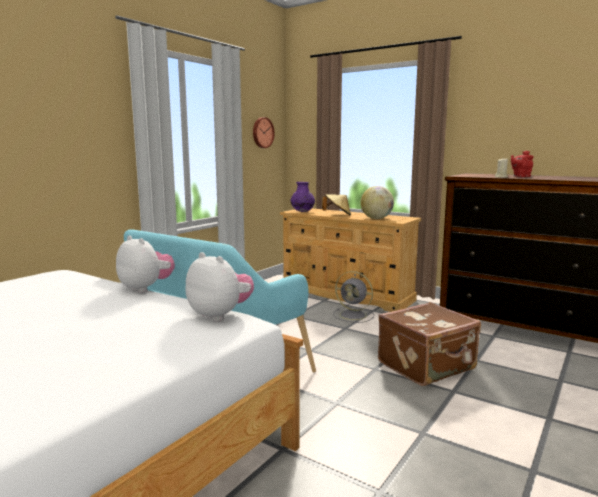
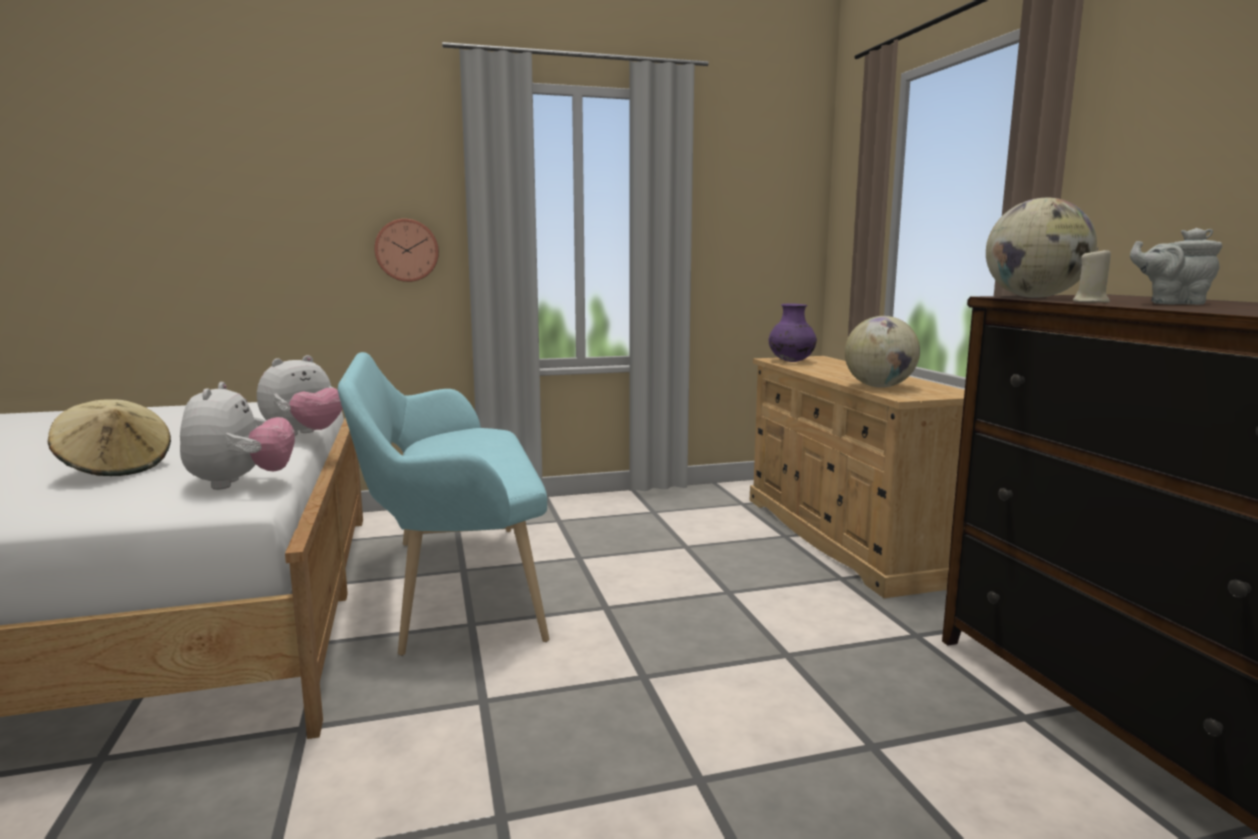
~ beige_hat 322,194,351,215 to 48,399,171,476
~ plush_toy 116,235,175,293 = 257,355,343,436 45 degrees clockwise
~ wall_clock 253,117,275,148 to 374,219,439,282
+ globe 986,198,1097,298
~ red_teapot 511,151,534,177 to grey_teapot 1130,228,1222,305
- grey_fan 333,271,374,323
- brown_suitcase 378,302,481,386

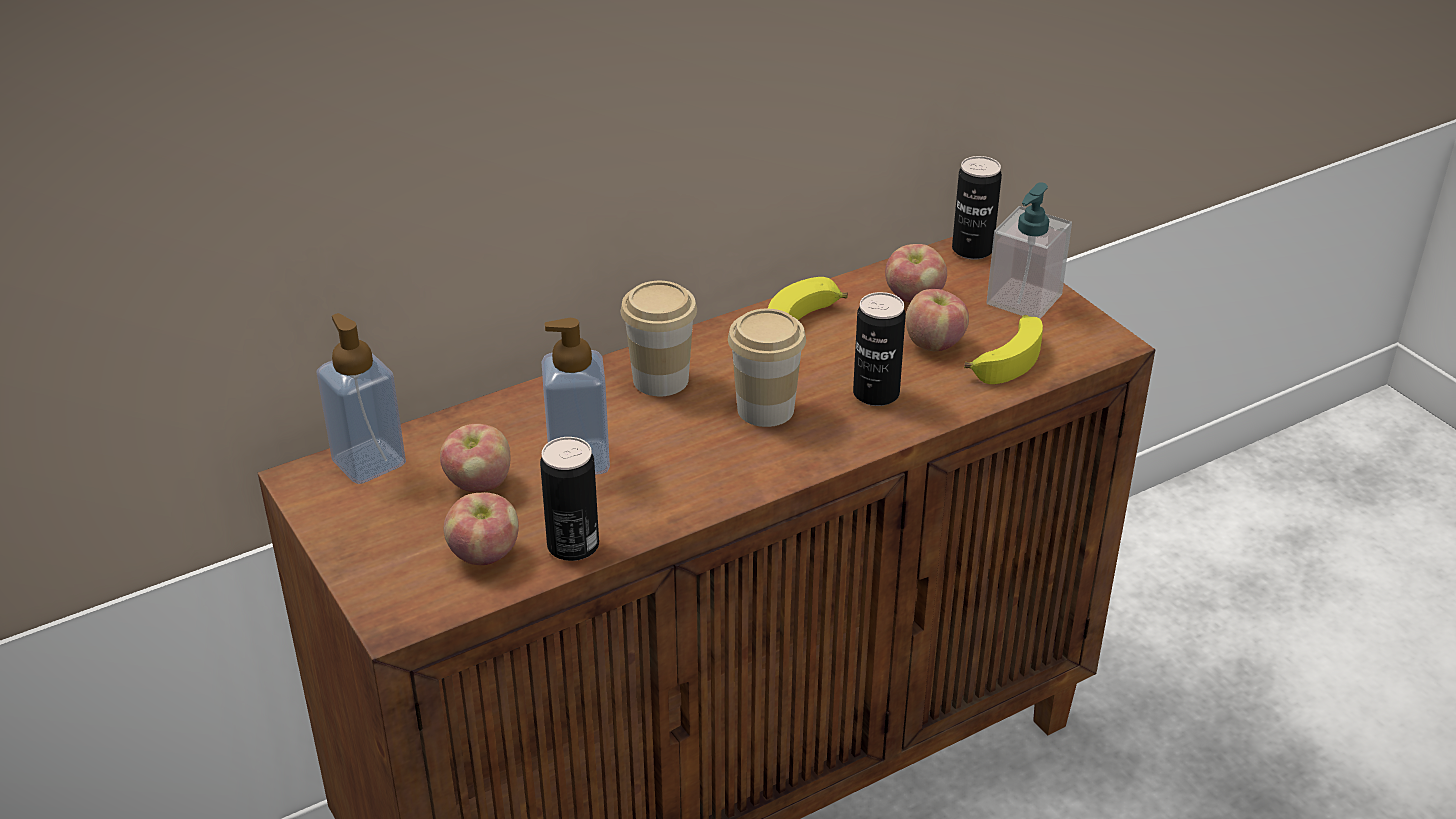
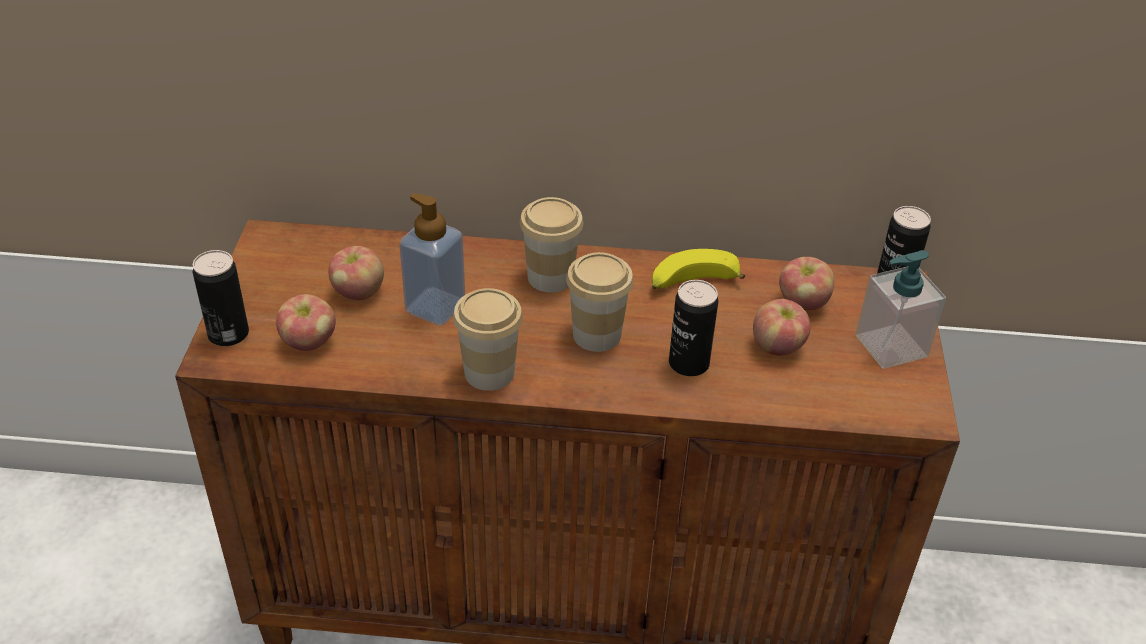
~ can 540,437,599,561 to 193,250,249,346
+ cup 453,288,523,391
- soap_dispenser 316,313,406,484
- banana 964,315,1043,384

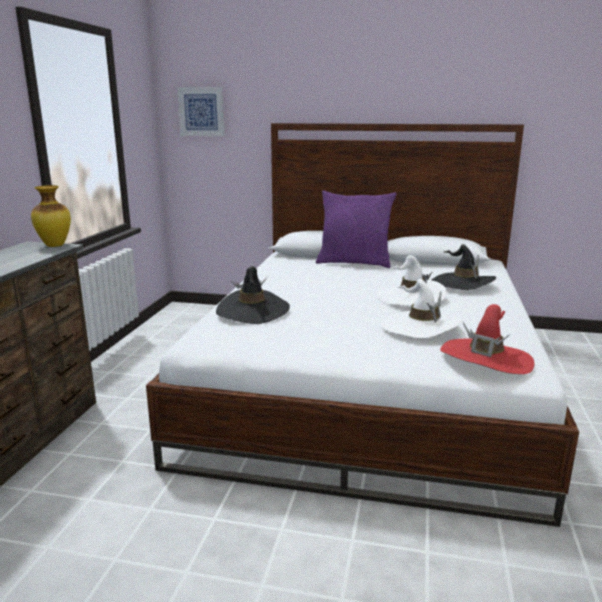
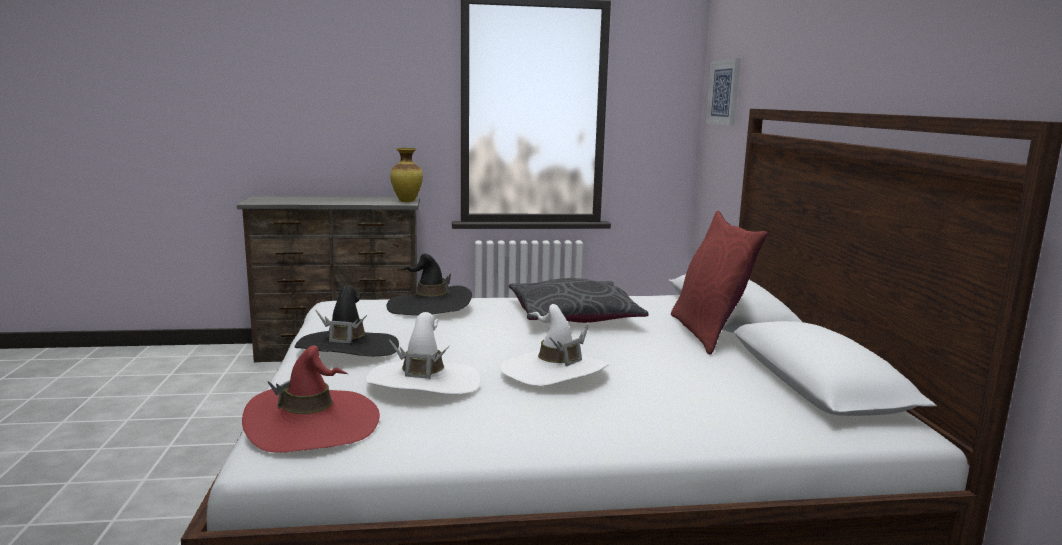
~ black_hat 432,244,496,290 to 294,285,399,356
+ grey_pillow 509,278,649,323
~ purple_pillow 316,190,396,268 to red_pillow 671,211,768,354

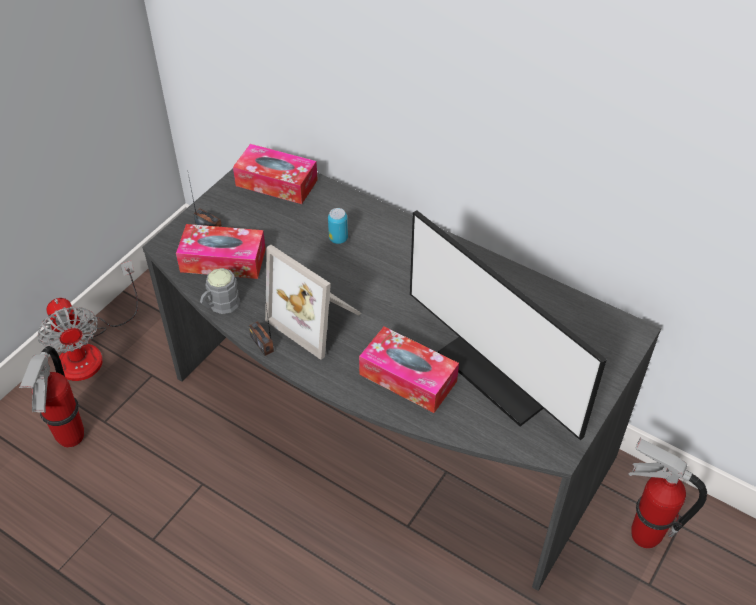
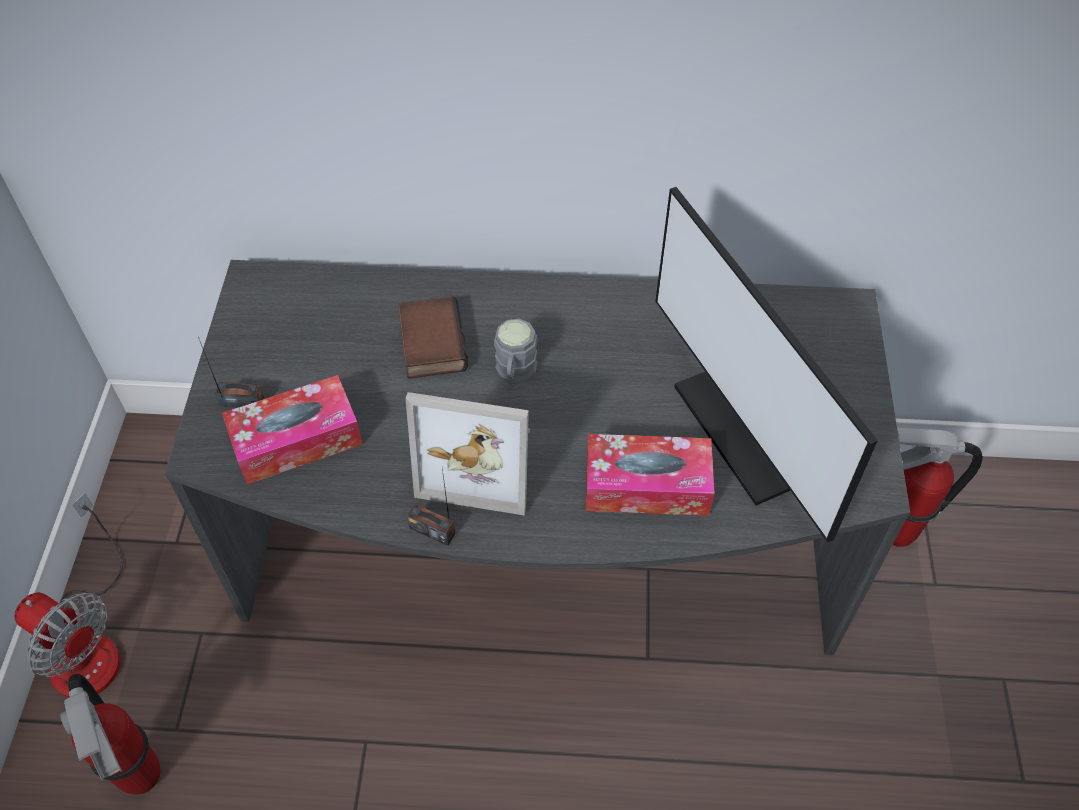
~ can 328,208,348,244 to book 398,296,468,379
~ grey_mug 200,268,240,314 to 494,319,538,382
~ monitor 410,210,607,440 = 655,187,878,542 45 degrees clockwise
- tissue_box 233,144,318,204

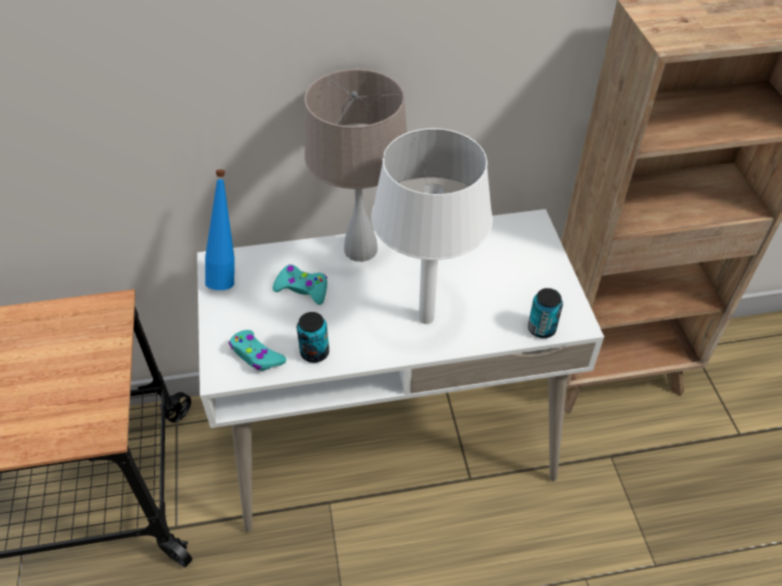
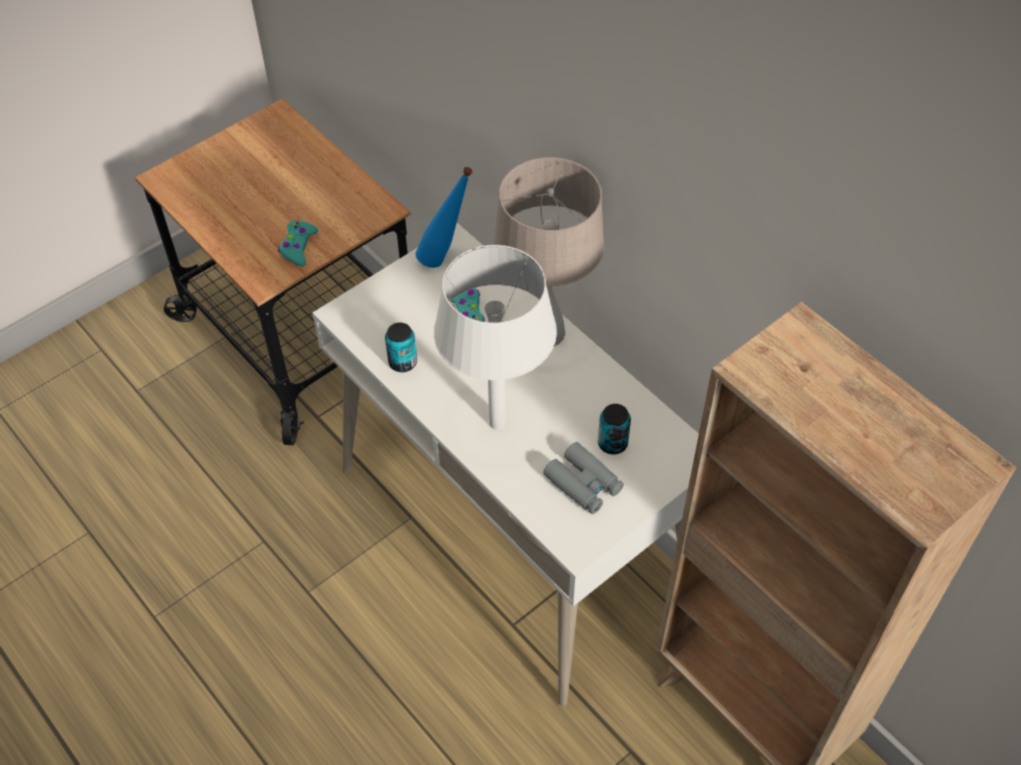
~ turquoise_game_controller 229,330,286,371 to 278,220,318,267
+ grey_binoculars 543,442,624,514
~ can 528,288,563,338 to 598,404,631,454

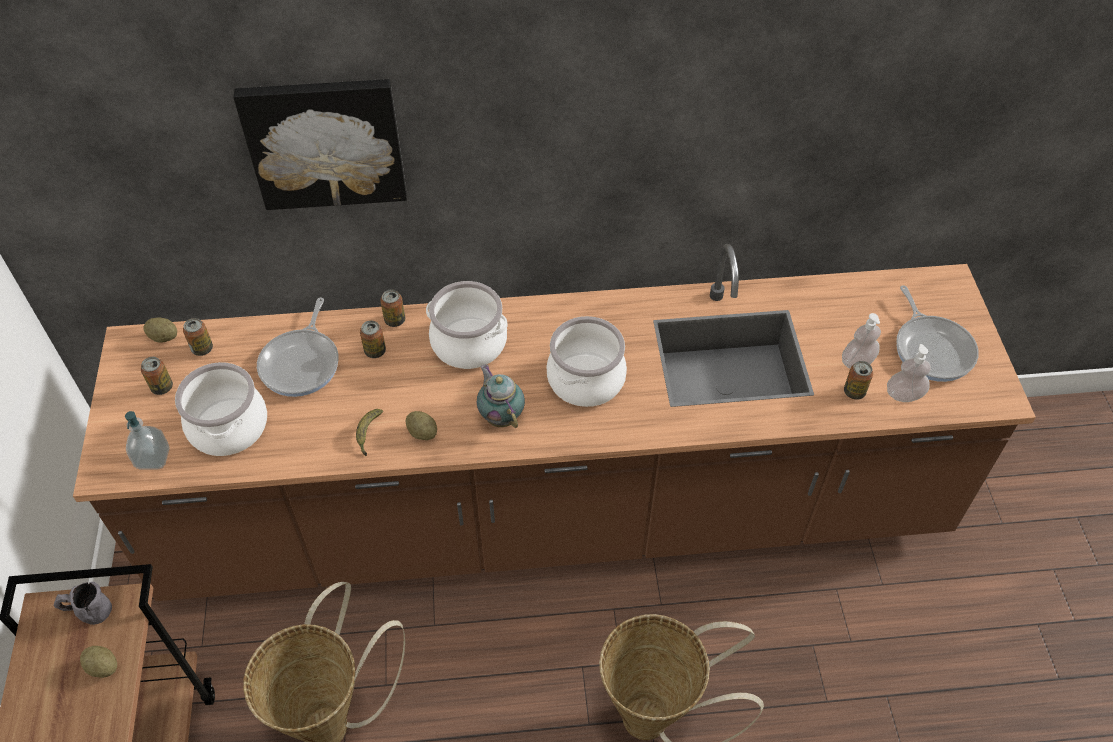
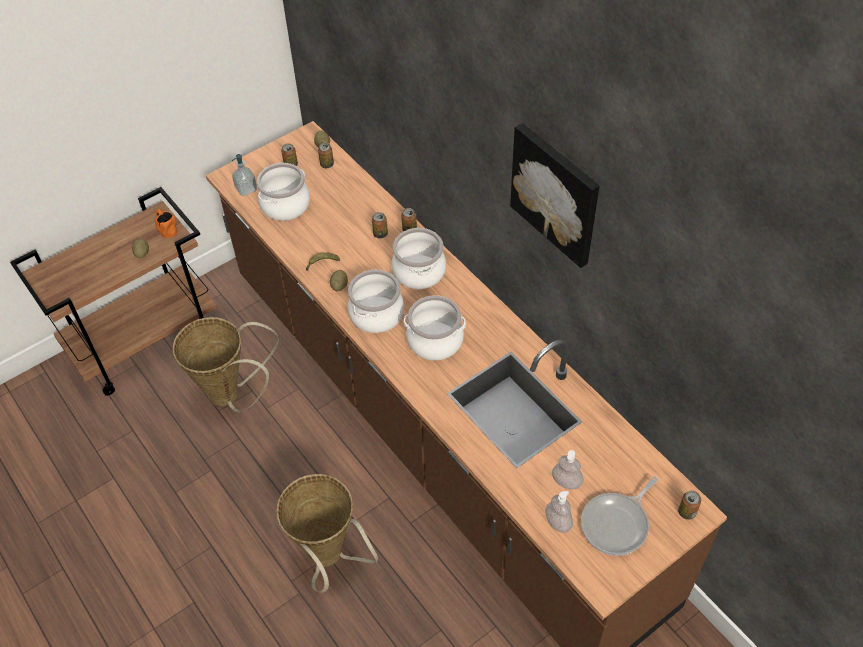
~ grey_mug 54,582,112,625 to orange_mug 155,209,177,238
~ teapot 477,364,525,428 to cooking_pot 348,270,404,333
~ picture 233,79,407,210 to 510,123,600,268
~ can 844,361,873,400 to 678,491,701,520
- frying_pan 257,298,339,397

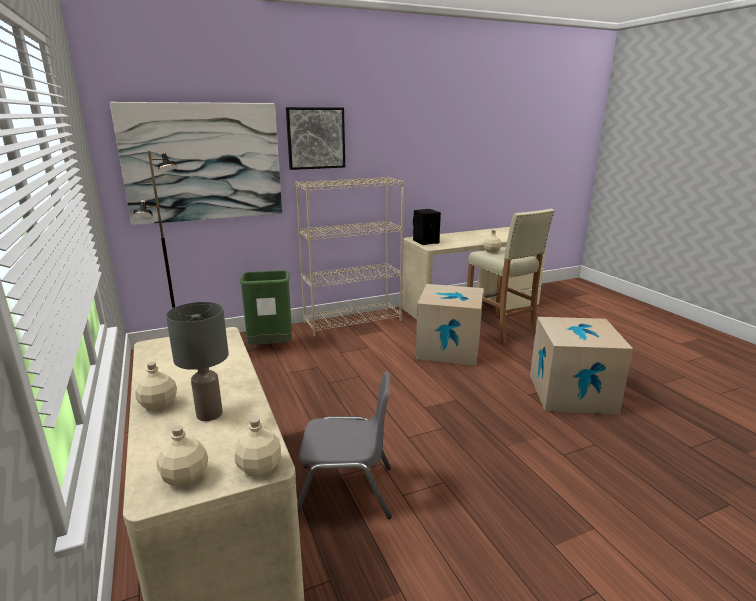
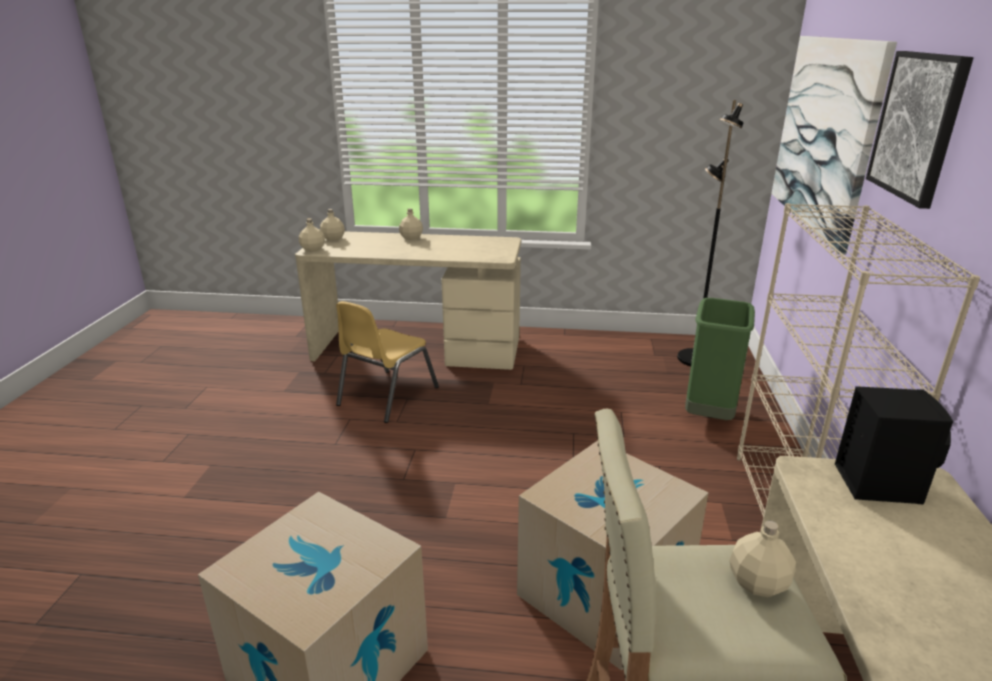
~ grey_chair 297,372,392,519 to yellow_chair 336,301,439,423
- grey_table_lamp 166,302,229,421

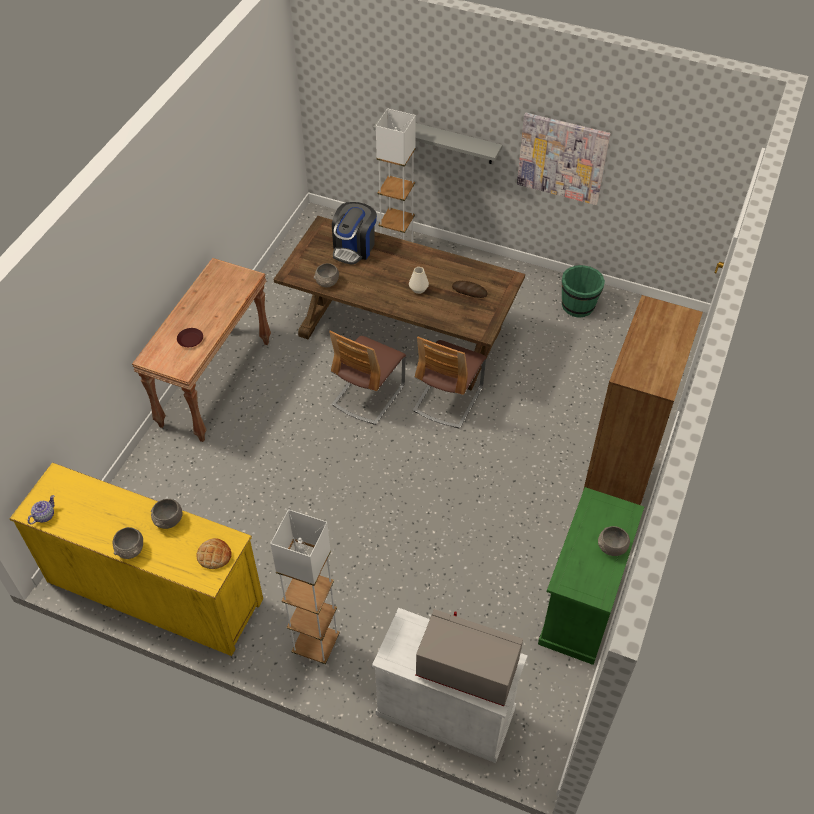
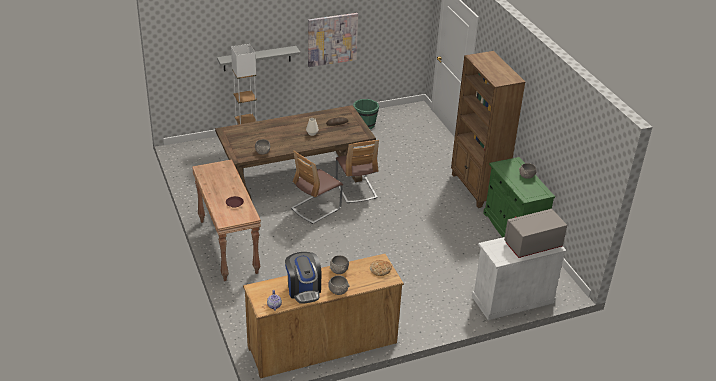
~ yellow_dresser 10,462,263,656 to brown_dresser 243,254,404,378
~ coffee_machine 332,202,377,265 to 285,252,321,304
~ chair 329,331,406,425 = 291,151,343,224 60 degrees clockwise
- white_floor_lamp 270,509,340,665

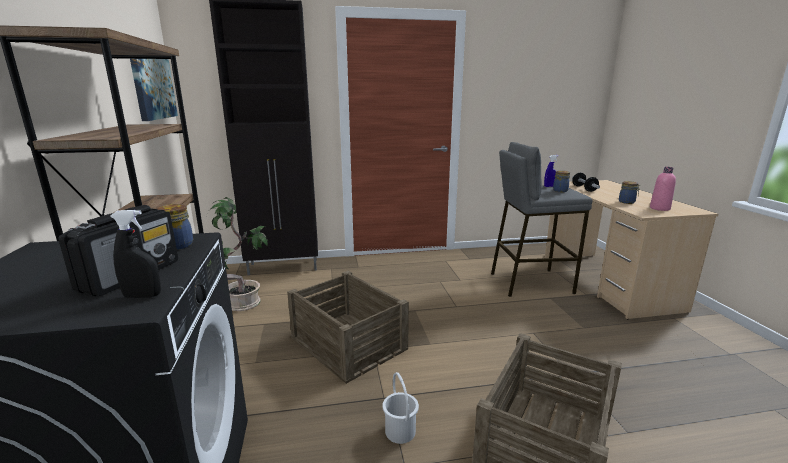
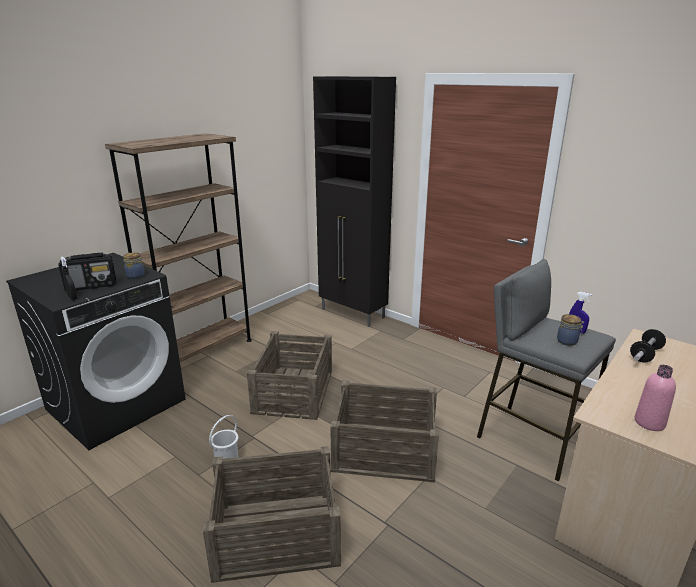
+ crate 330,381,439,482
- picture 130,59,178,121
- potted_plant 209,197,268,311
- jar 619,181,640,204

